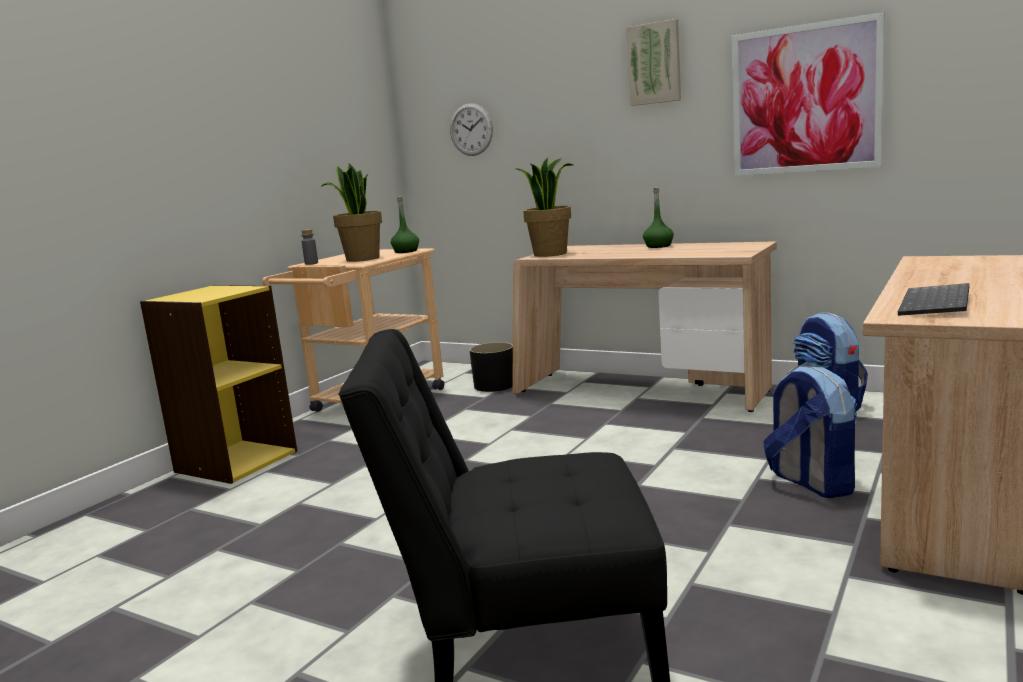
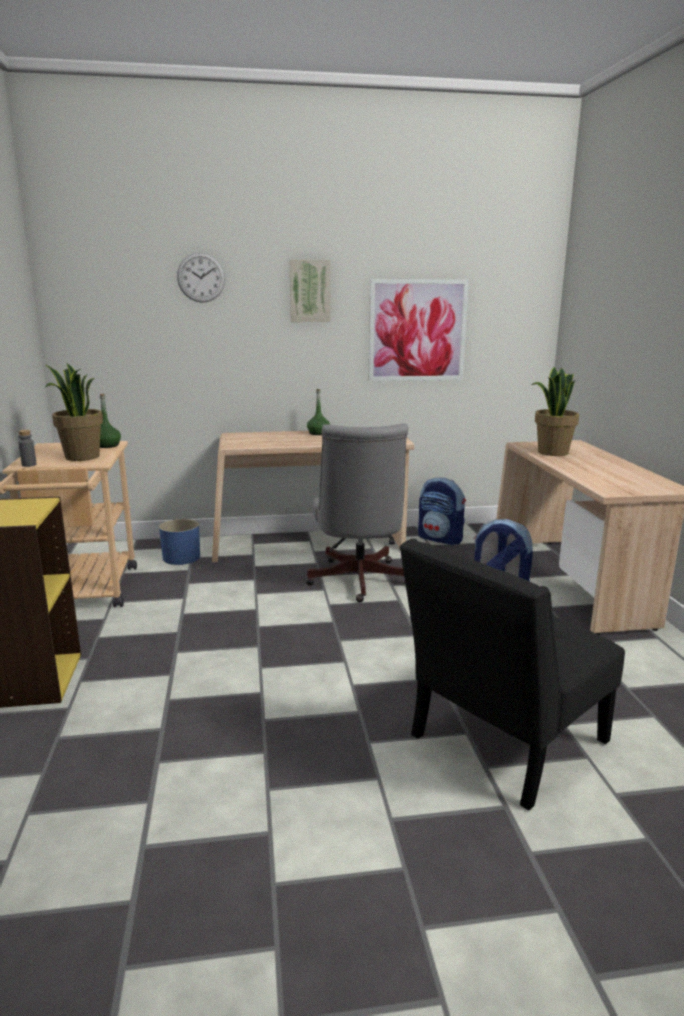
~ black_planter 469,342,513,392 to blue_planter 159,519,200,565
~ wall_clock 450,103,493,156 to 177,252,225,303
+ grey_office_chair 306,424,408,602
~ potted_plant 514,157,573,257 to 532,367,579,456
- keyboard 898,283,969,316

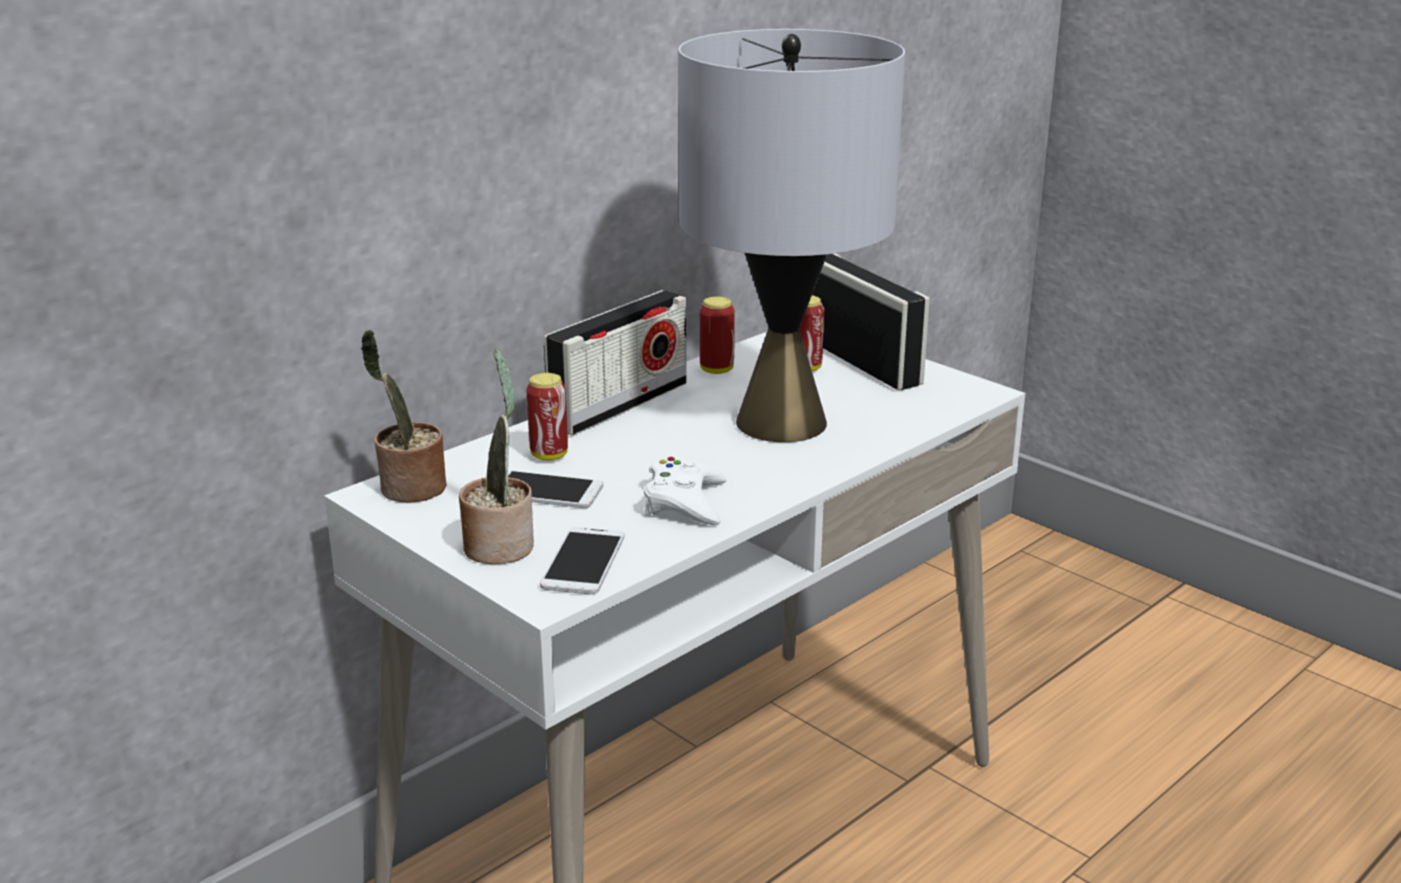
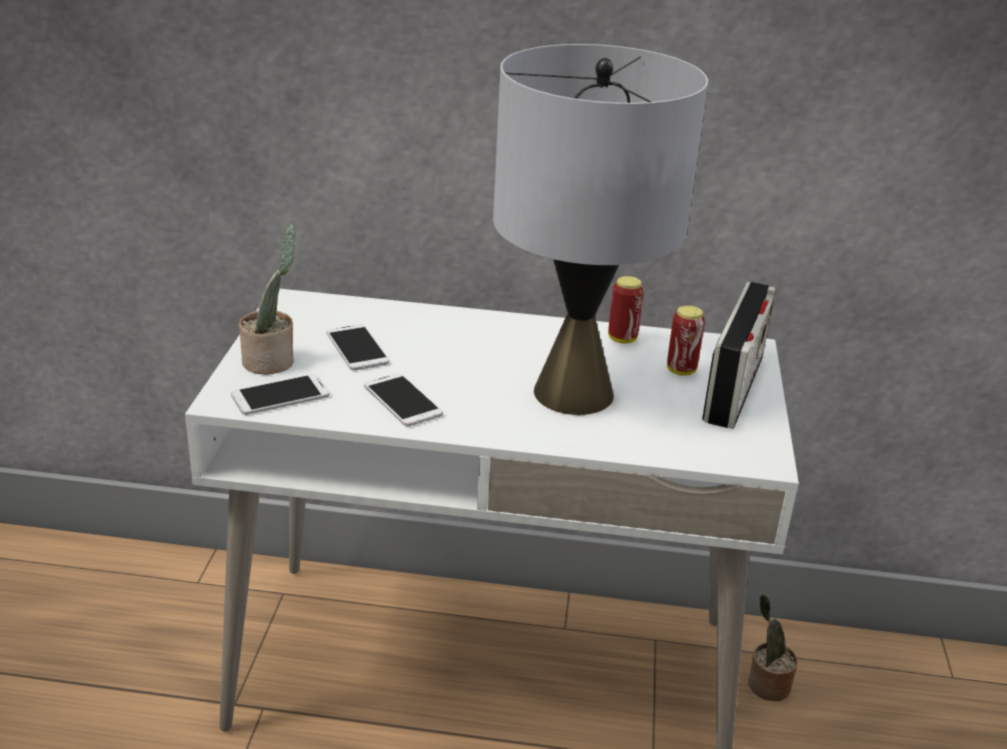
~ white_game_controller 644,457,726,525 to phone 364,373,443,427
~ potted_plant 361,330,446,502 to 748,595,798,701
- can 526,373,568,460
- radio 544,290,686,436

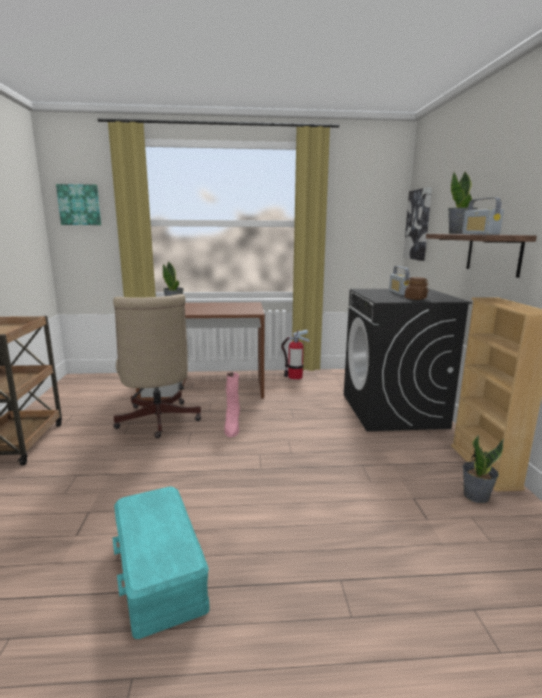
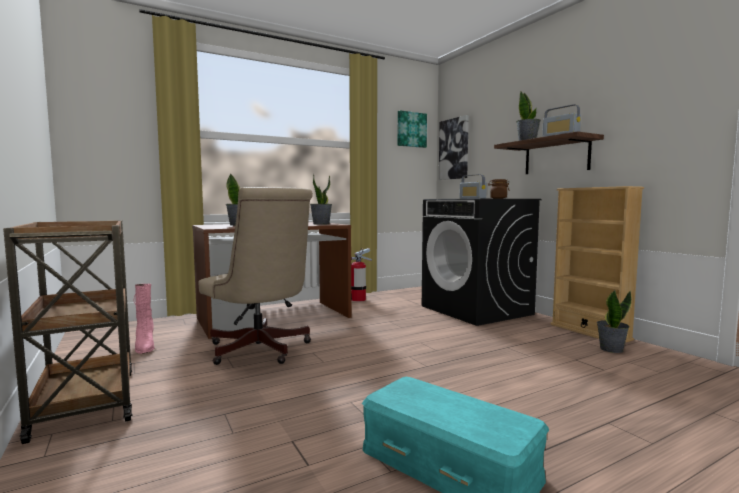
~ pink_boot 224,372,240,438 to 134,284,155,354
+ potted_plant 310,174,332,225
~ picture 56,184,101,225 to 397,110,427,148

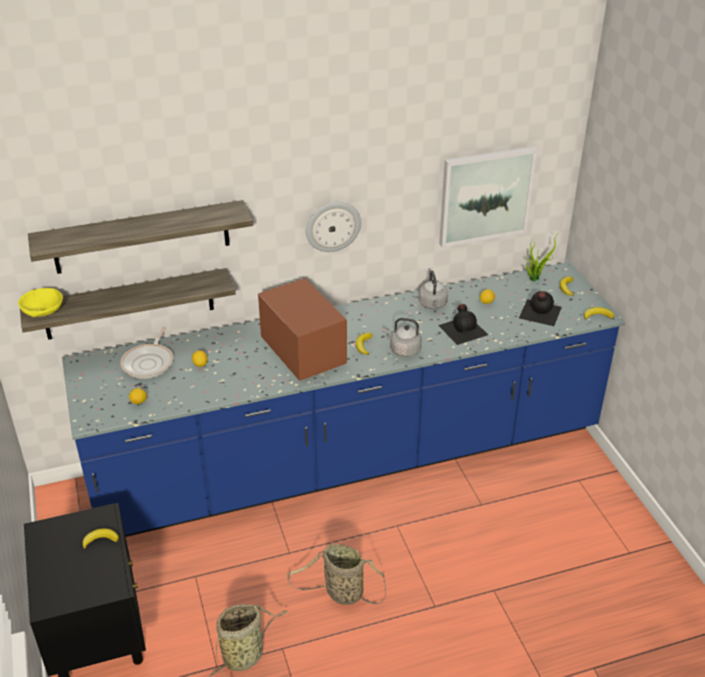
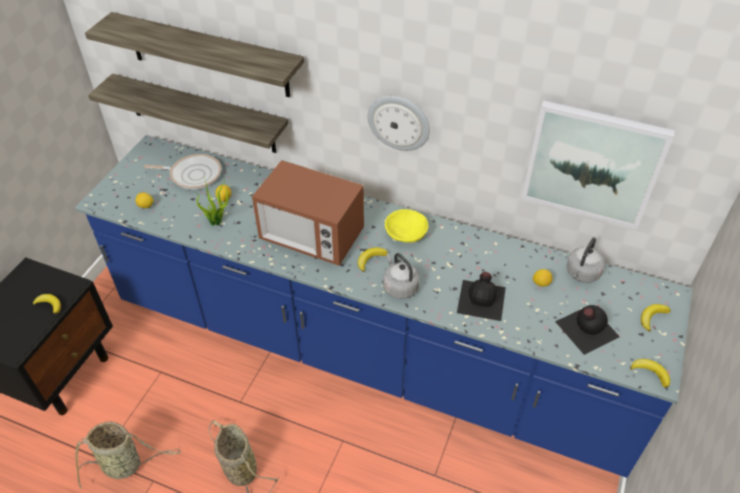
~ frying_pan 120,327,173,379 = 144,154,221,190 135 degrees counterclockwise
~ potted_plant 525,232,559,282 to 196,178,228,226
~ microwave 258,278,347,381 = 252,160,364,266 105 degrees clockwise
~ yellow_bowl 18,288,63,317 to 385,209,428,243
~ grey_kettle 419,270,448,309 to 566,237,605,283

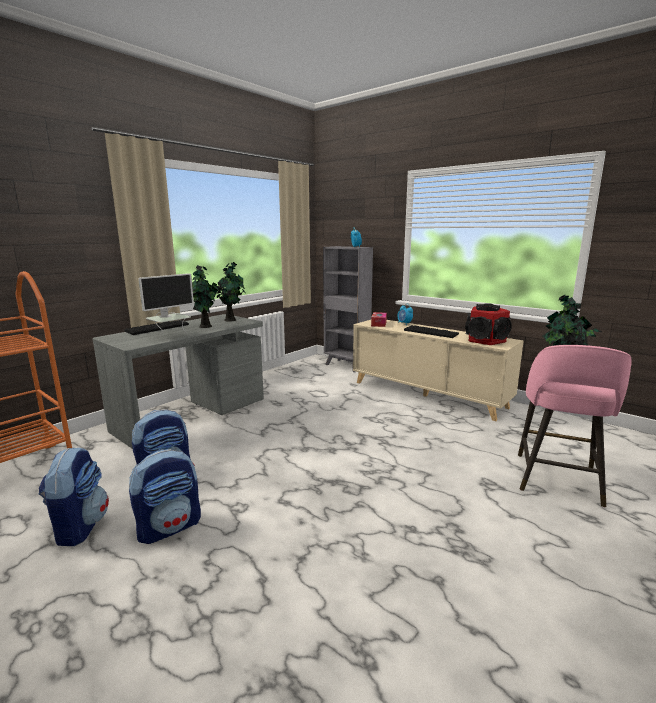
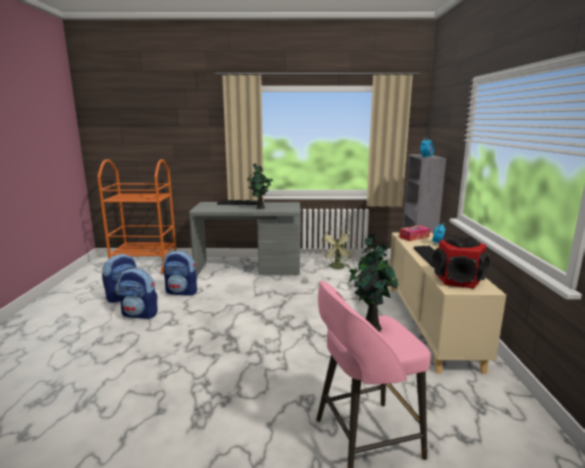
+ green_fan 320,228,355,269
- monitor 138,273,194,333
- potted_plant 212,262,245,322

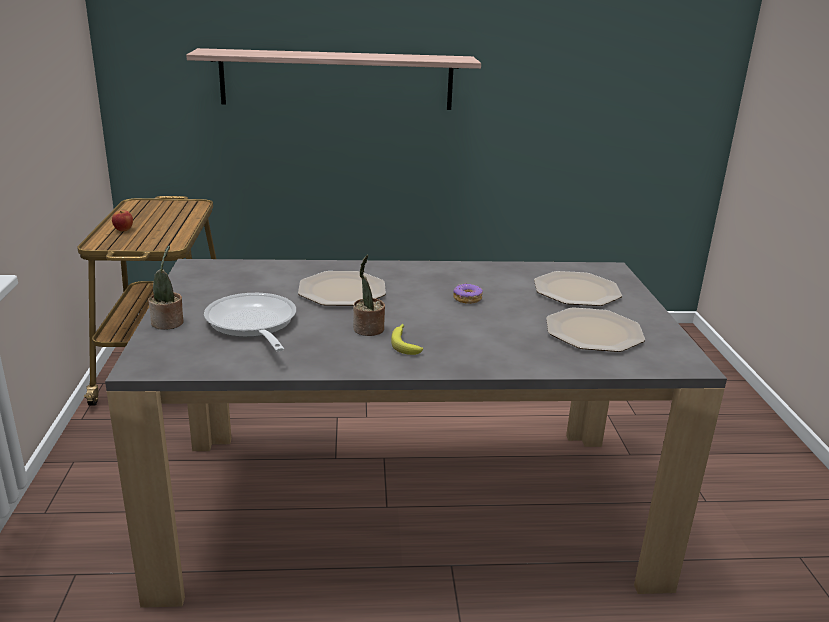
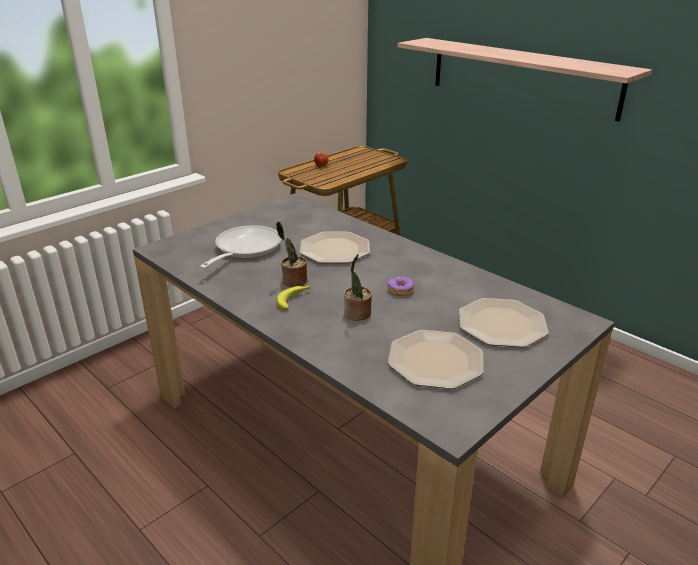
~ potted_plant 148,246,184,330 to 344,254,372,321

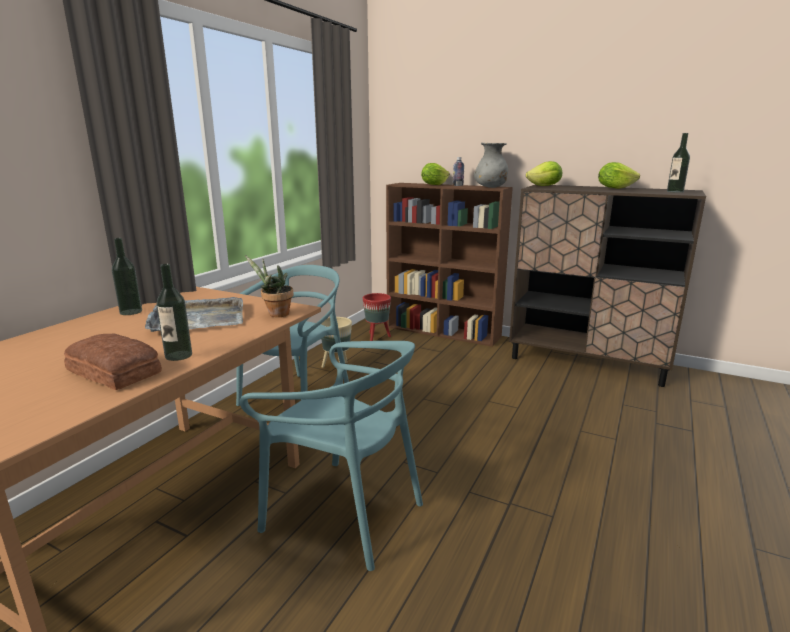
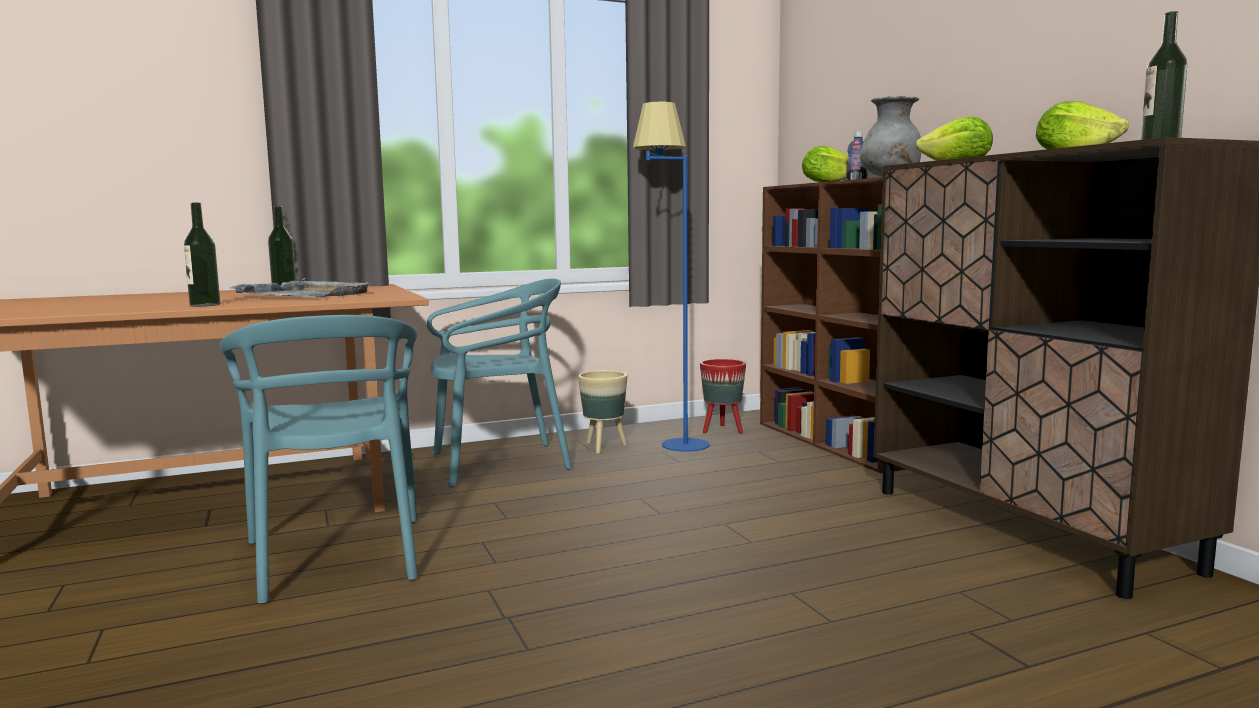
+ blue_floor_lamp 633,102,710,452
- bread 64,333,162,390
- potted_plant 245,255,293,317

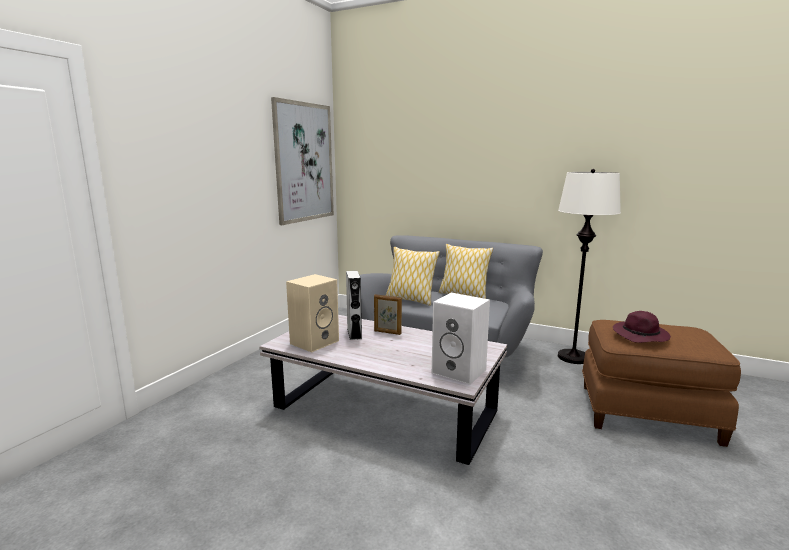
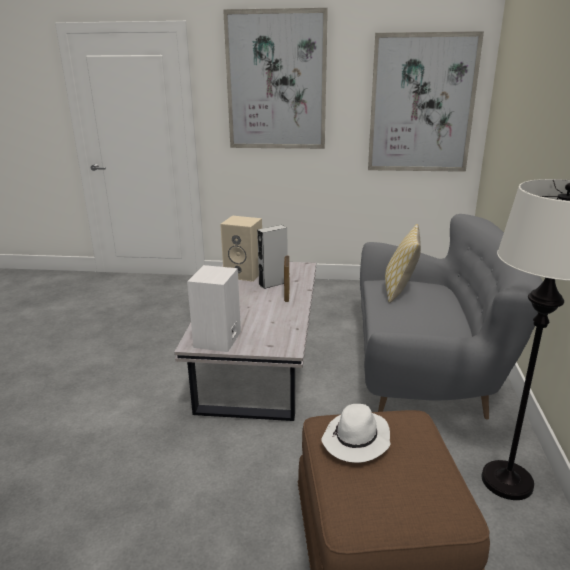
+ picture 223,8,328,149
~ purple_hat 613,311,671,343 to white_hat 321,404,391,463
- pillow 439,244,493,299

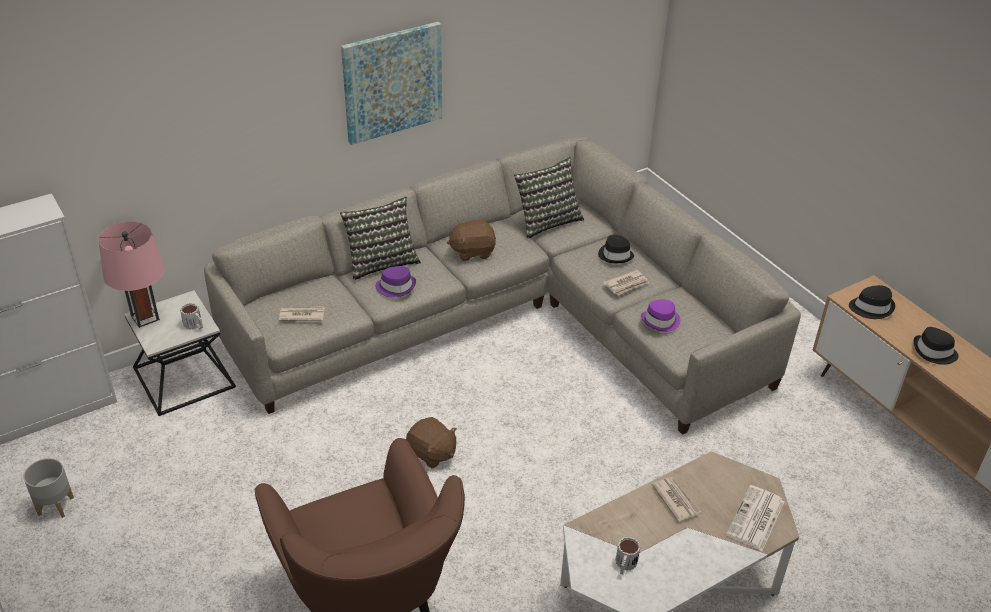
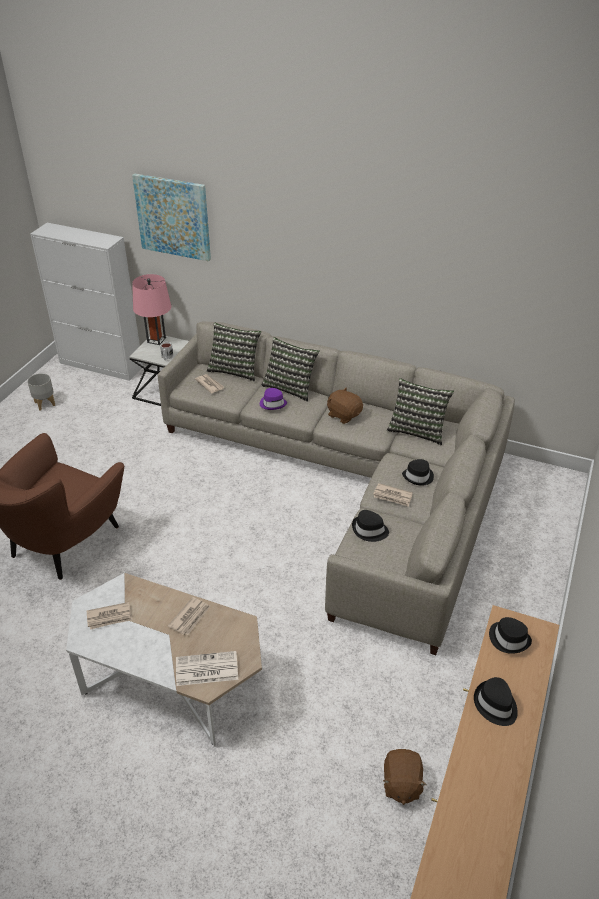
~ mug 616,537,640,575 to newspaper 87,602,133,630
~ picture 341,22,442,145 to 132,174,211,261
+ pillow 207,323,261,381
~ purple_hat 641,299,680,332 to black_hat 352,510,389,542
~ brown_plush_toy 406,417,457,468 to 383,749,427,805

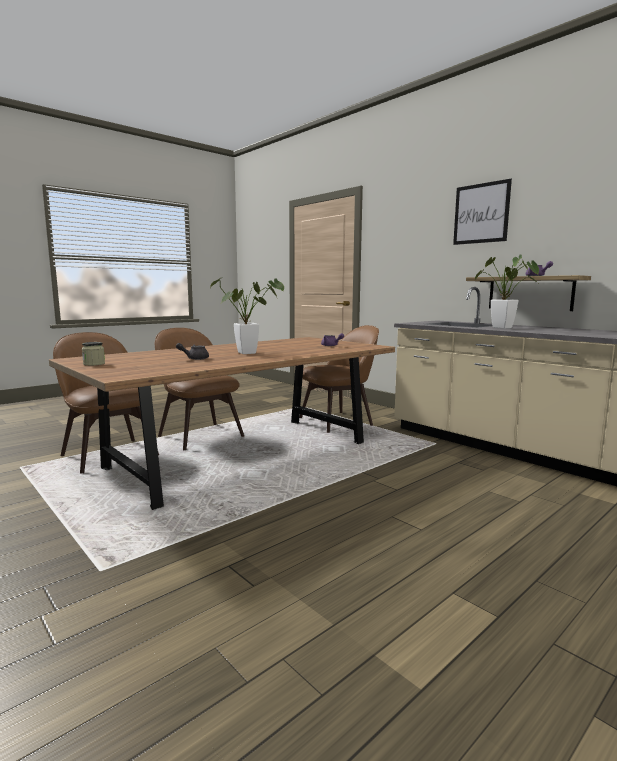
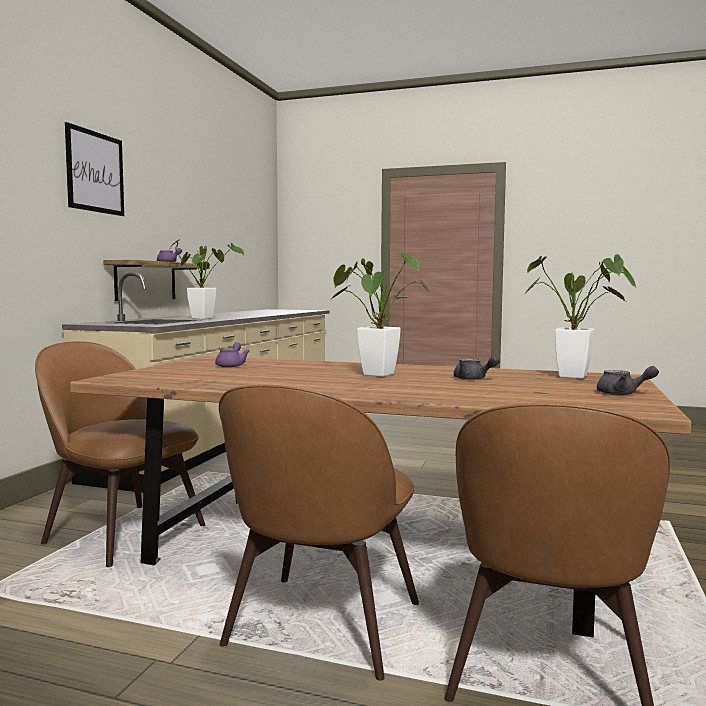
+ potted_plant 524,254,638,379
~ jar 82,342,105,366 to grey_teapot 597,366,659,395

